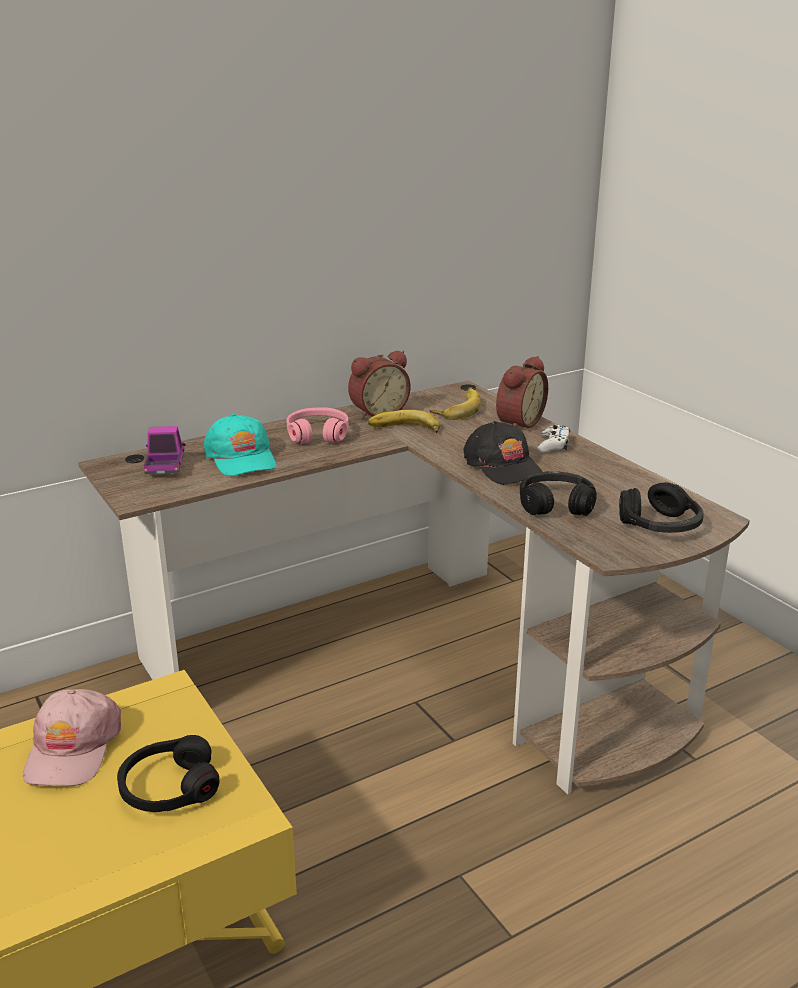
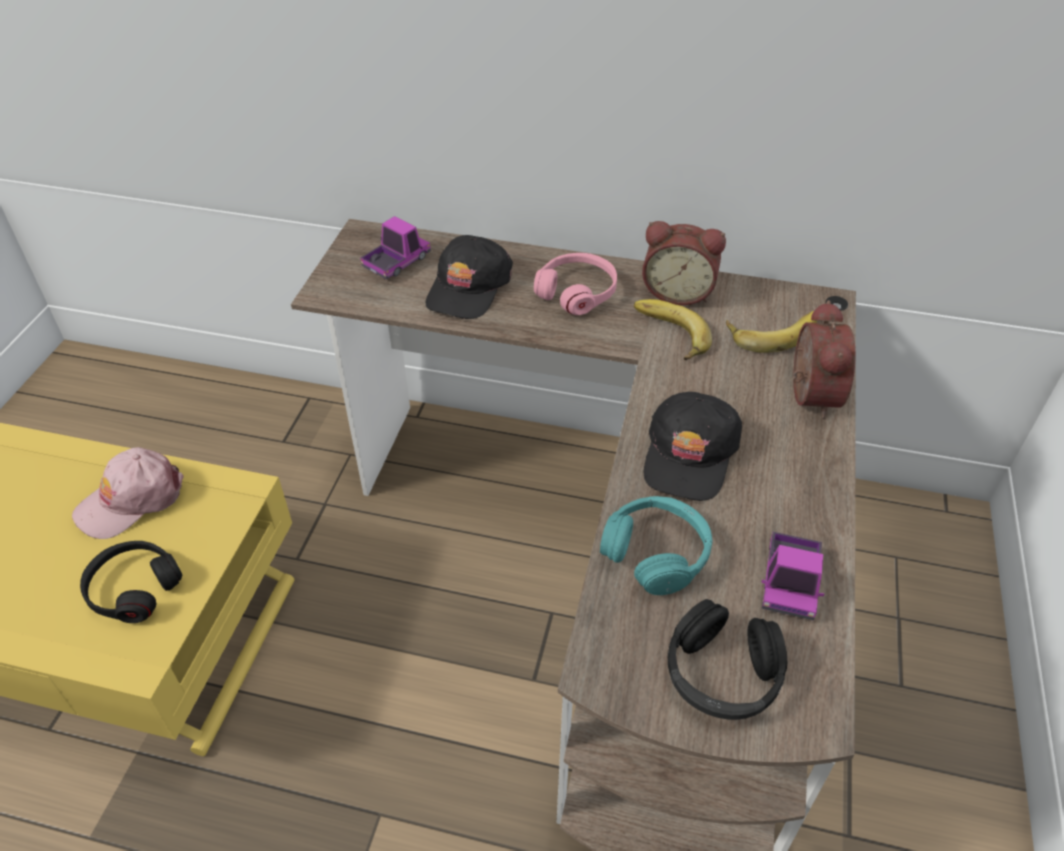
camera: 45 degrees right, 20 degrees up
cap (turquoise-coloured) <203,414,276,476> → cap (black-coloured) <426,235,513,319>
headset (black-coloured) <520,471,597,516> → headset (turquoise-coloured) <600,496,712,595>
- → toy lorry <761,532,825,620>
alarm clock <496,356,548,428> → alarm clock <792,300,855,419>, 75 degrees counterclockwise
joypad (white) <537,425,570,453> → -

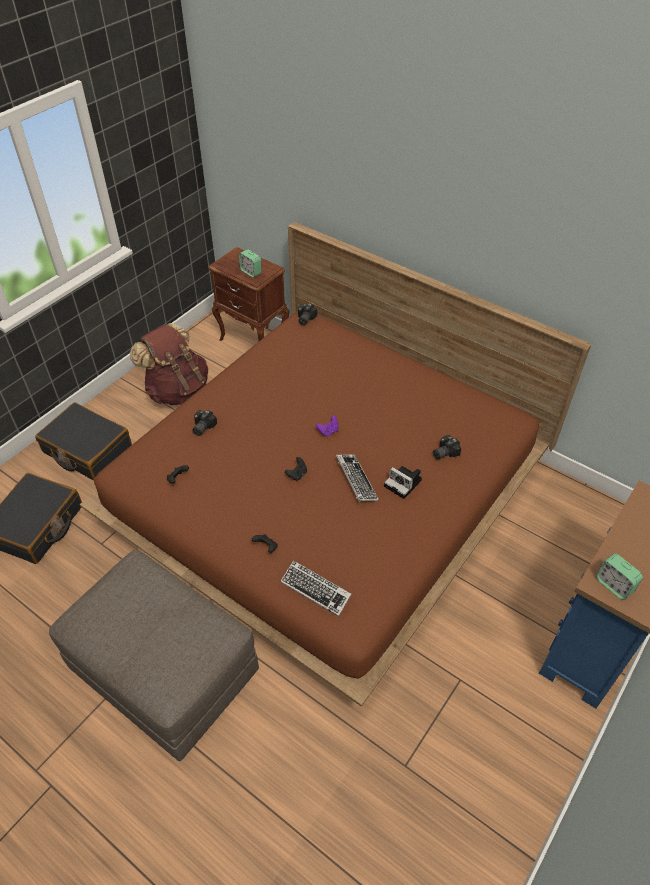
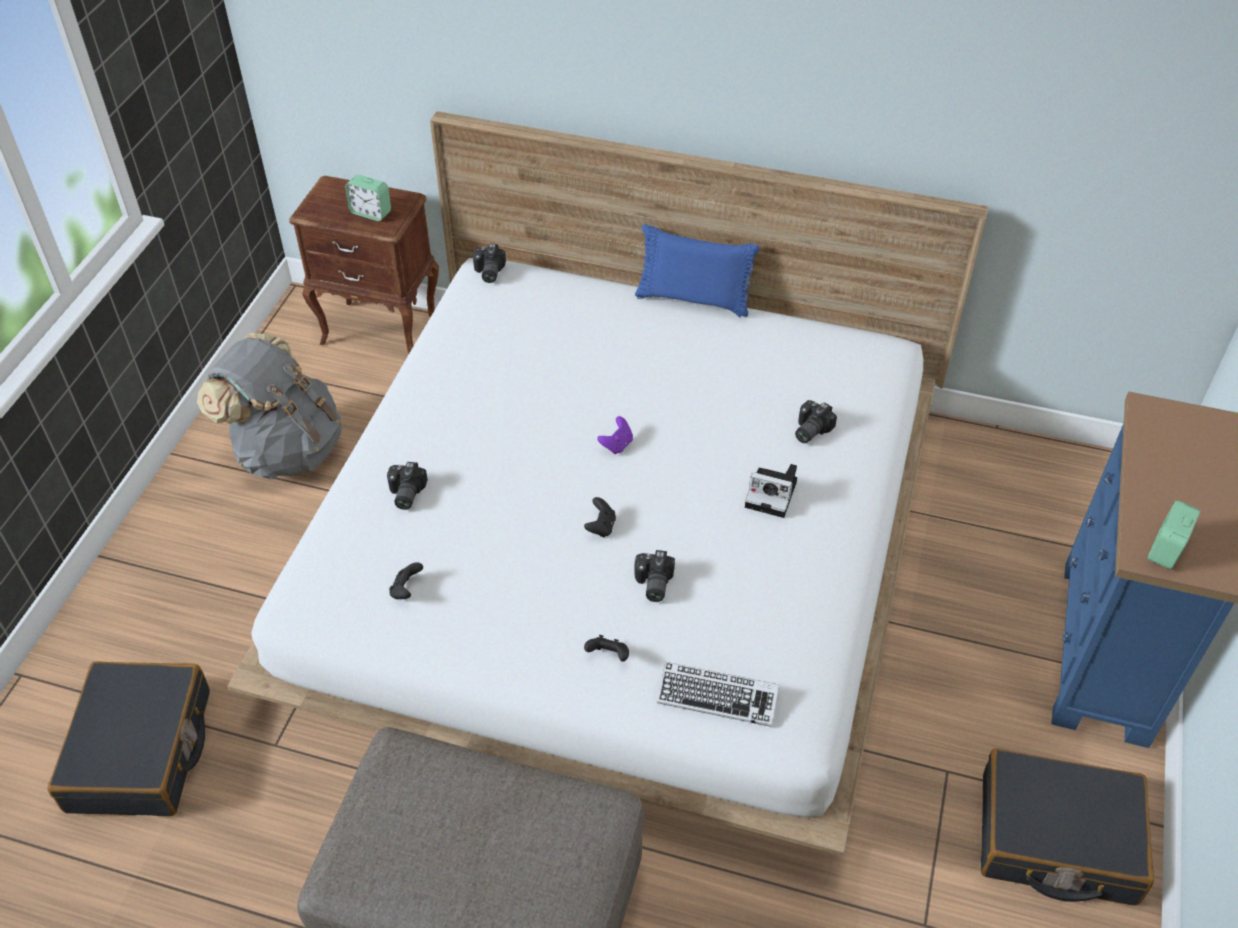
camera: 20 degrees left, 0 degrees up
backpack (brown-coloured) <130,323,208,405> → backpack (grey) <197,333,342,480>
sleeping bed (brown-coloured) <80,222,591,707> → sleeping bed (white) <227,111,988,856>
- → cushion (bluish) <635,224,760,317>
- → photo camera <635,550,675,602>
suitcase (black-coloured) <35,402,132,481> → suitcase (black-coloured) <981,748,1154,906>, shifted
alarm clock <596,554,643,600> → alarm clock <1147,500,1200,569>, 90 degrees clockwise
computer keyboard <336,455,379,502> → -

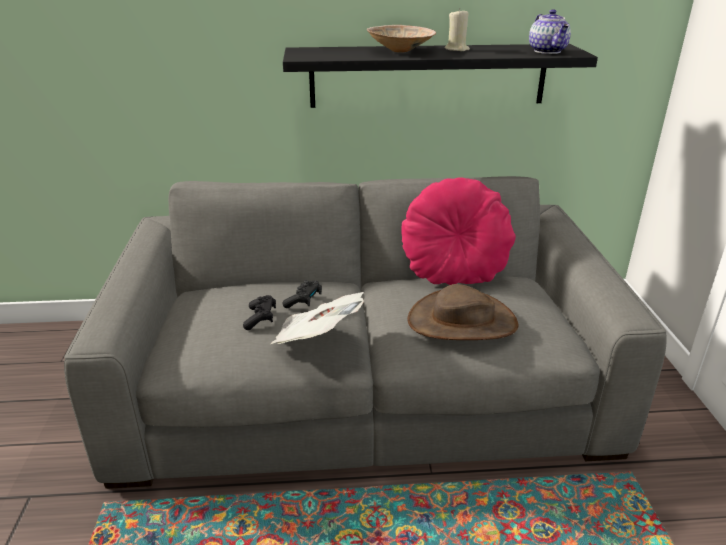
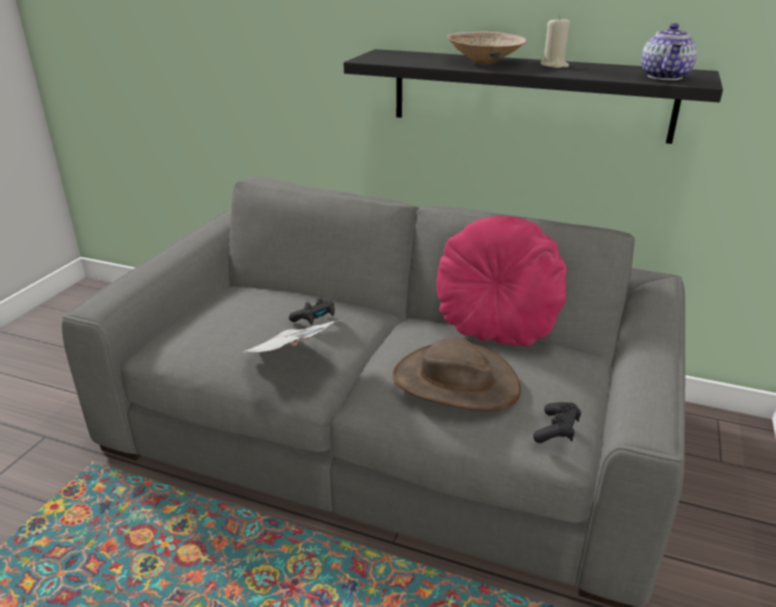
camera: 25 degrees right, 0 degrees up
joypad (black-coloured) <243,295,276,330> → joypad (black-coloured) <533,402,581,443>, shifted

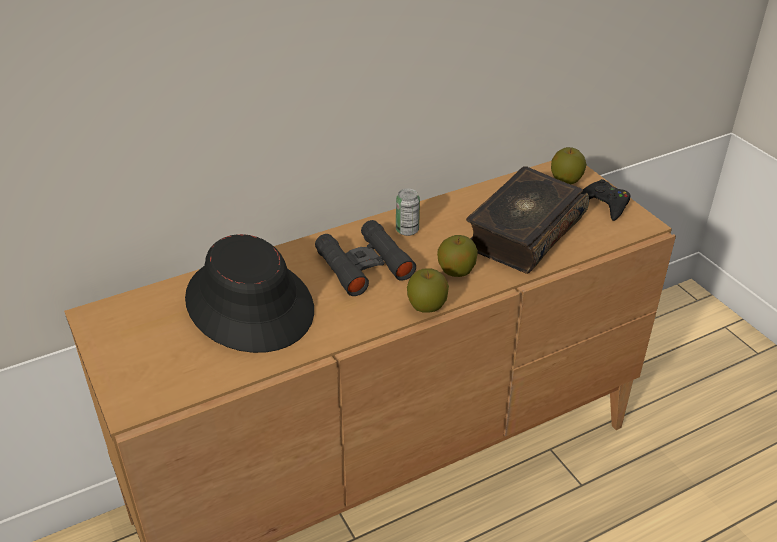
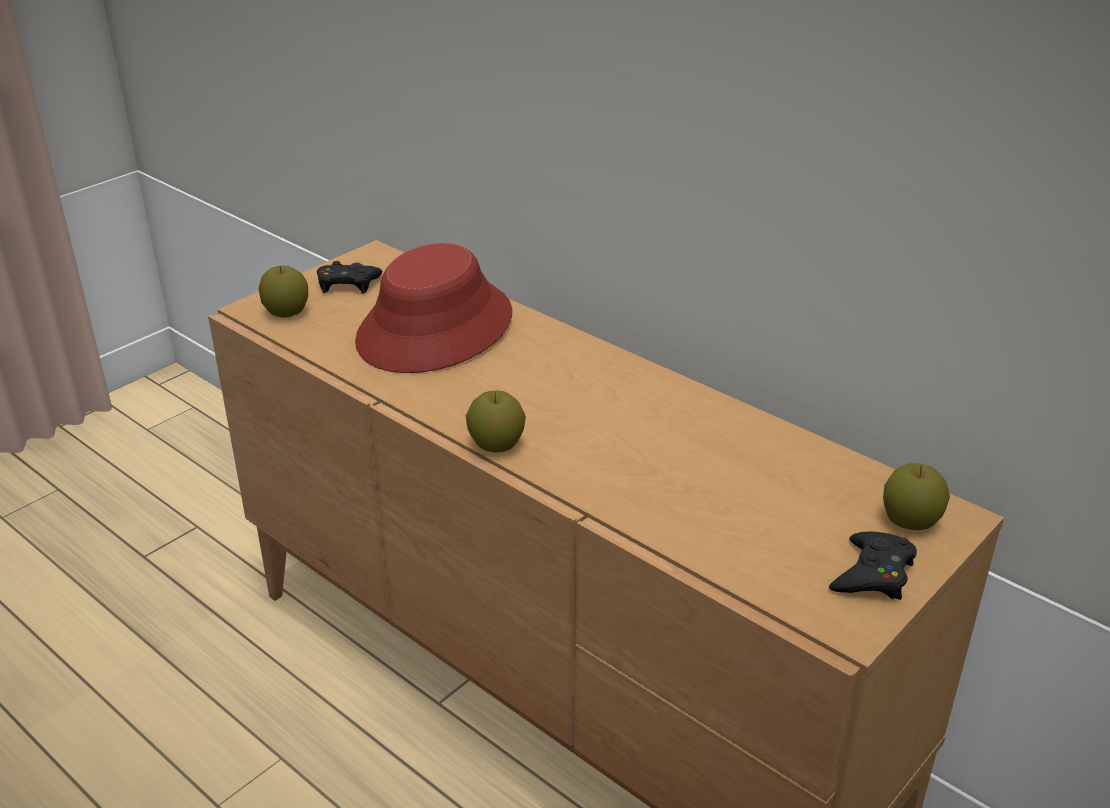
camera: 70 degrees right, 5 degrees down
whole apple <437,235,478,277> → whole apple <259,266,308,318>, shifted
- → joypad (black-coloured) <317,261,382,294>
clothing hat (black-coloured) <185,234,314,353> → clothing hat (red-coloured) <355,243,512,373>
field glasses (black-coloured) <315,220,416,296> → -
sealed can <396,188,420,236> → -
volume <466,166,589,274> → -

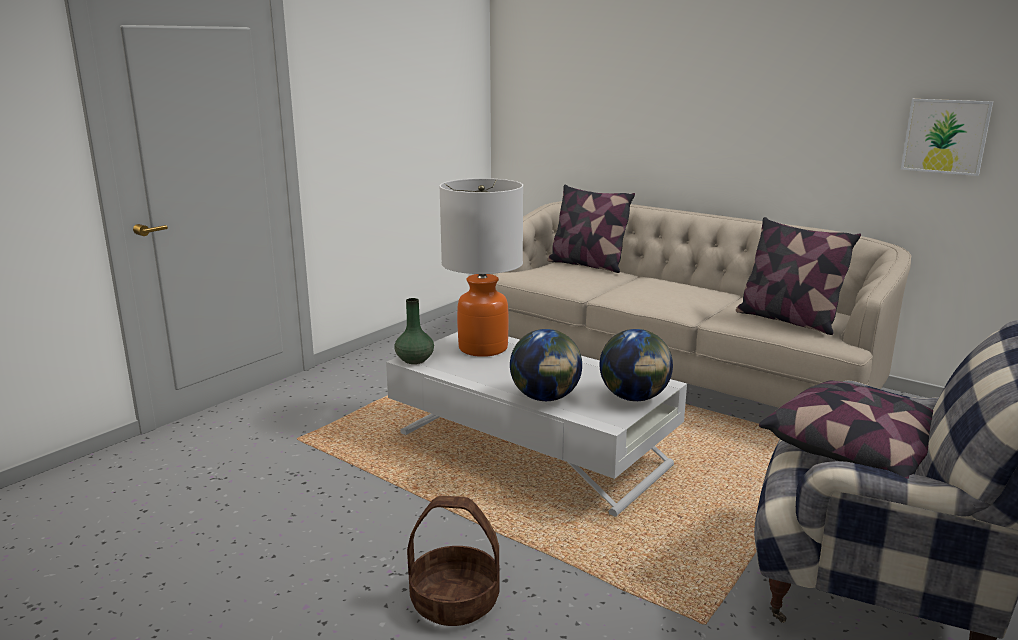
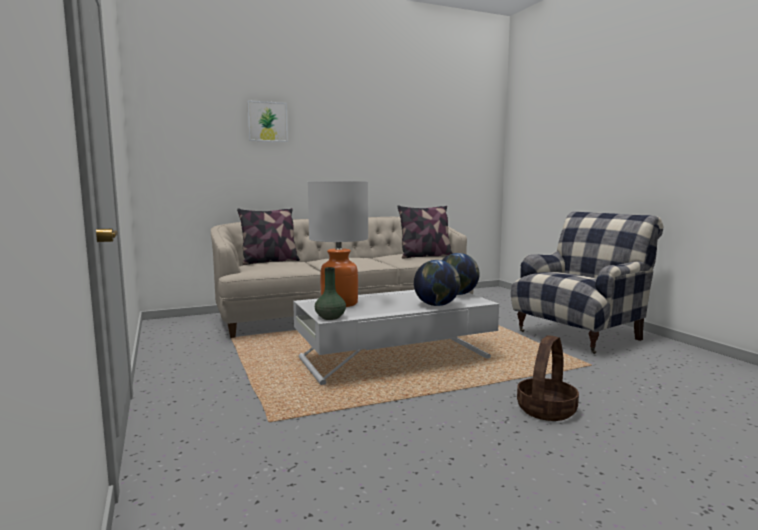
camera: 60 degrees left, 10 degrees down
wall picture <901,99,993,176> → wall picture <247,100,288,142>, shifted
cushion <759,380,933,479> → -

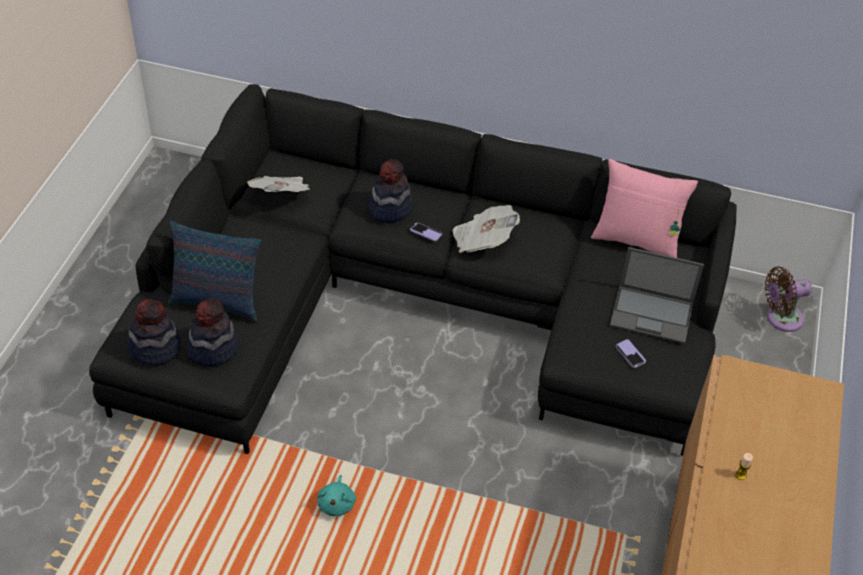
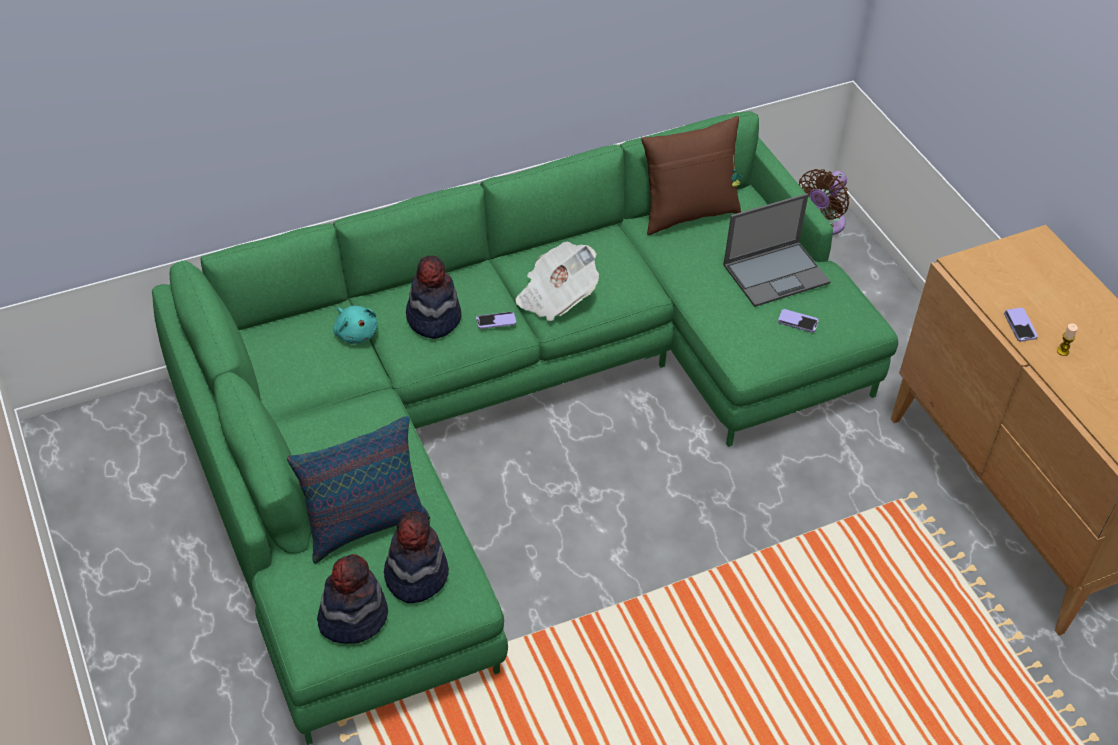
camera: 40 degrees left, 0 degrees up
couch (black-coloured) <89,84,737,456> → couch (green-coloured) <152,111,898,745>
soft toy (turquoise-coloured) <317,475,356,517> → soft toy (turquoise-coloured) <333,306,378,344>, shifted
cushion (pink) <591,159,698,258> → cushion (brown-coloured) <641,116,742,235>
- → phone <1004,308,1038,342>
daily paper <247,176,310,192> → -

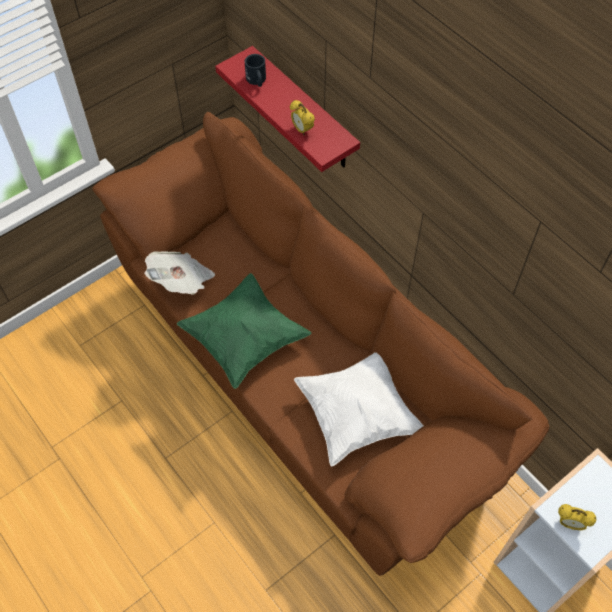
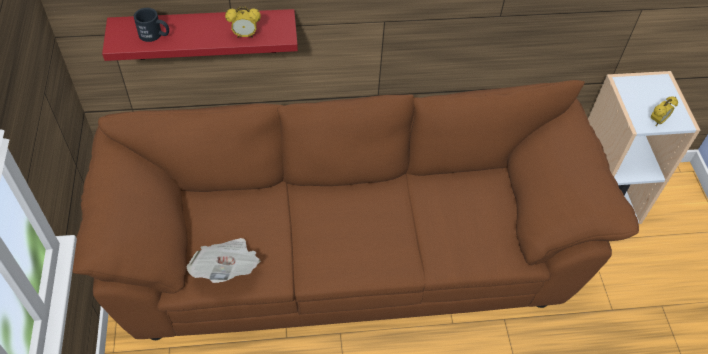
camera: 60 degrees left, 5 degrees down
cushion (green-coloured) <177,273,311,389> → -
cushion (white) <294,353,423,466> → -

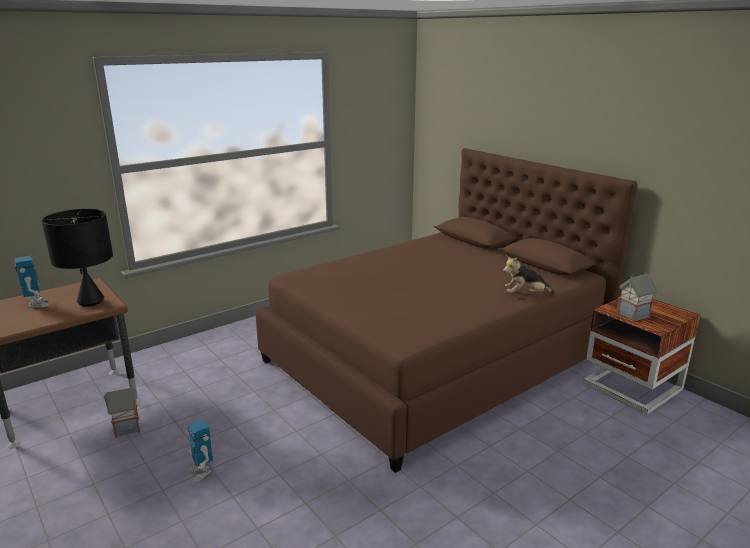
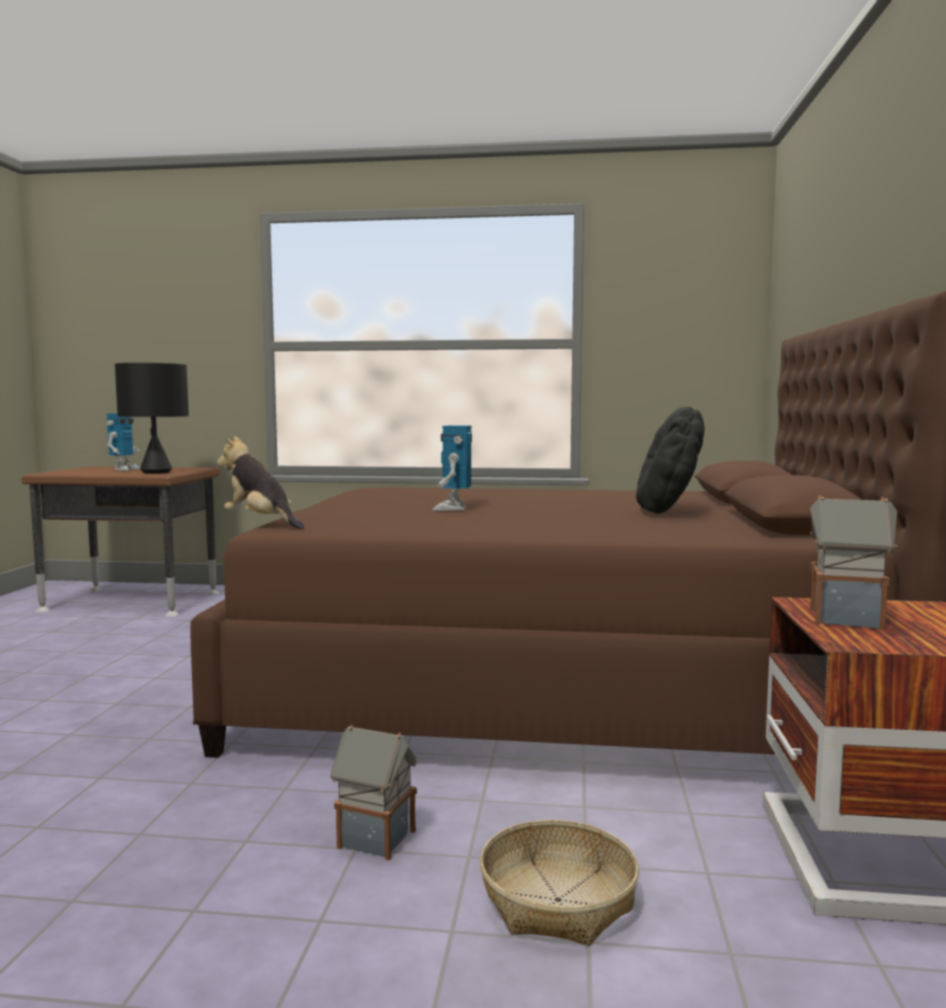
camera: 45 degrees right, 15 degrees down
soft toy <503,255,555,294> → soft toy <217,435,304,529>, shifted
toy house <104,387,140,438> → toy house <330,724,418,860>, shifted
model robot <187,419,213,483> → model robot <433,425,472,511>, shifted
- → household basket <480,820,639,946>
- → cushion (black-coloured) <636,407,704,514>

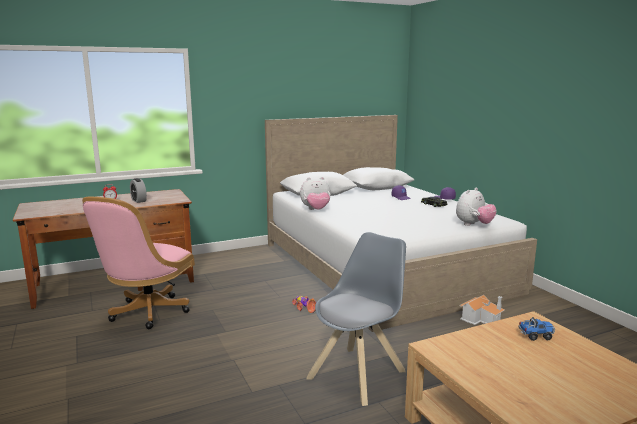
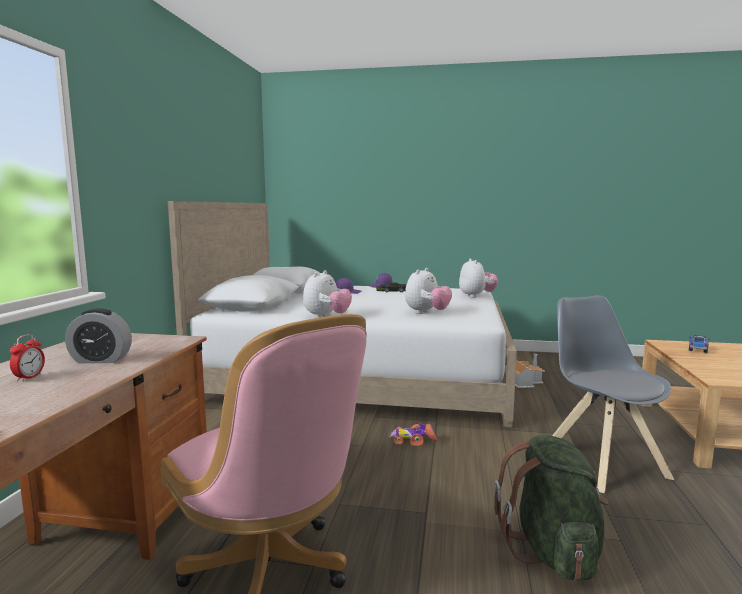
camera: 55 degrees left, 5 degrees down
- → soft toy <405,268,452,314>
- → backpack (green-coloured) <494,435,608,581>

